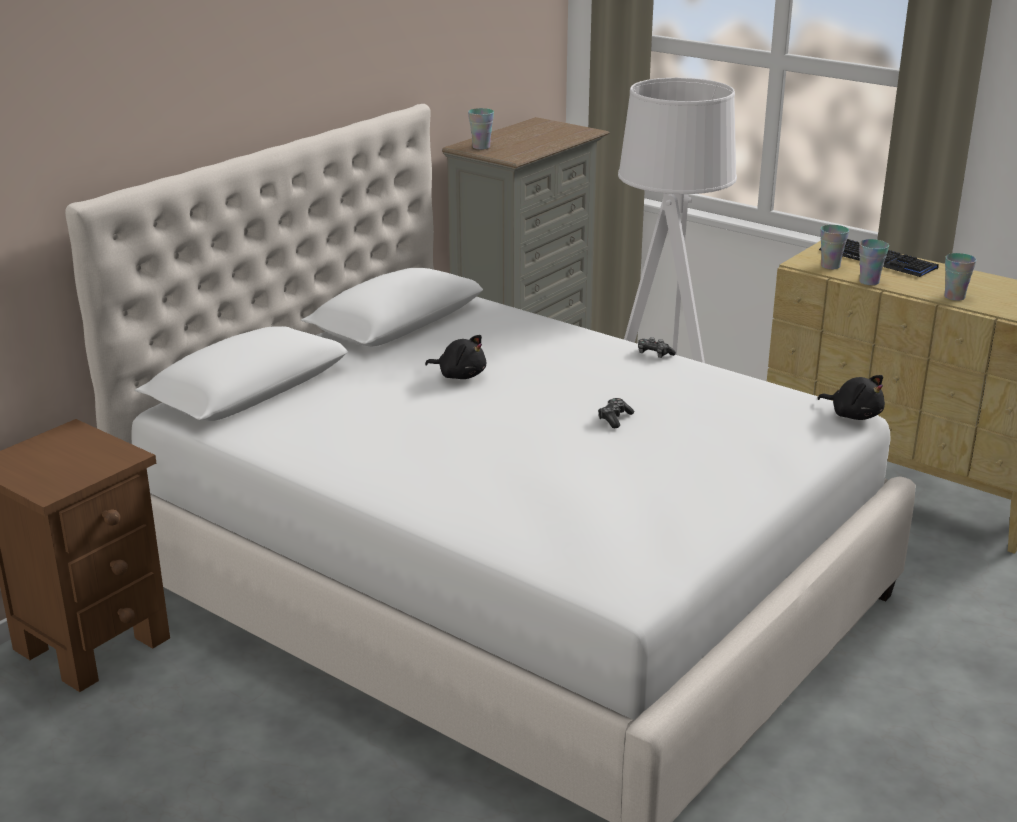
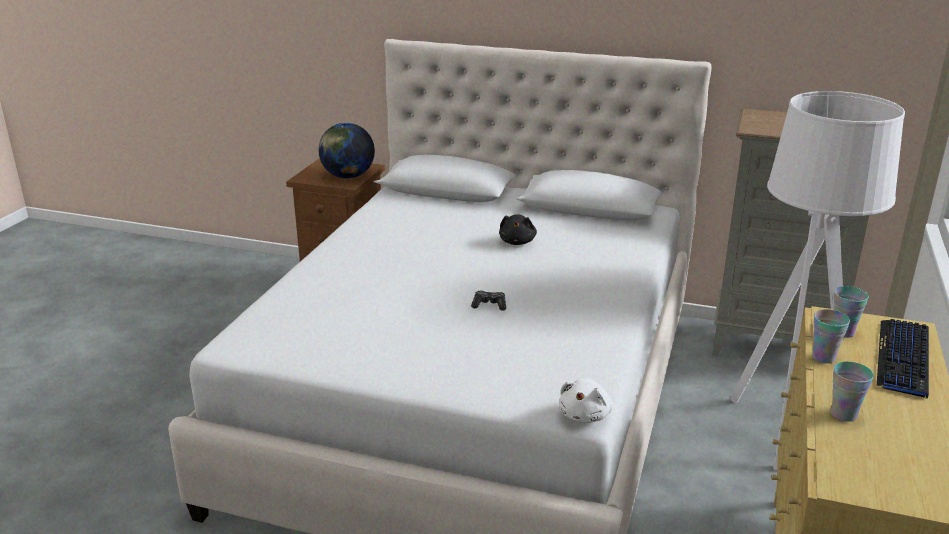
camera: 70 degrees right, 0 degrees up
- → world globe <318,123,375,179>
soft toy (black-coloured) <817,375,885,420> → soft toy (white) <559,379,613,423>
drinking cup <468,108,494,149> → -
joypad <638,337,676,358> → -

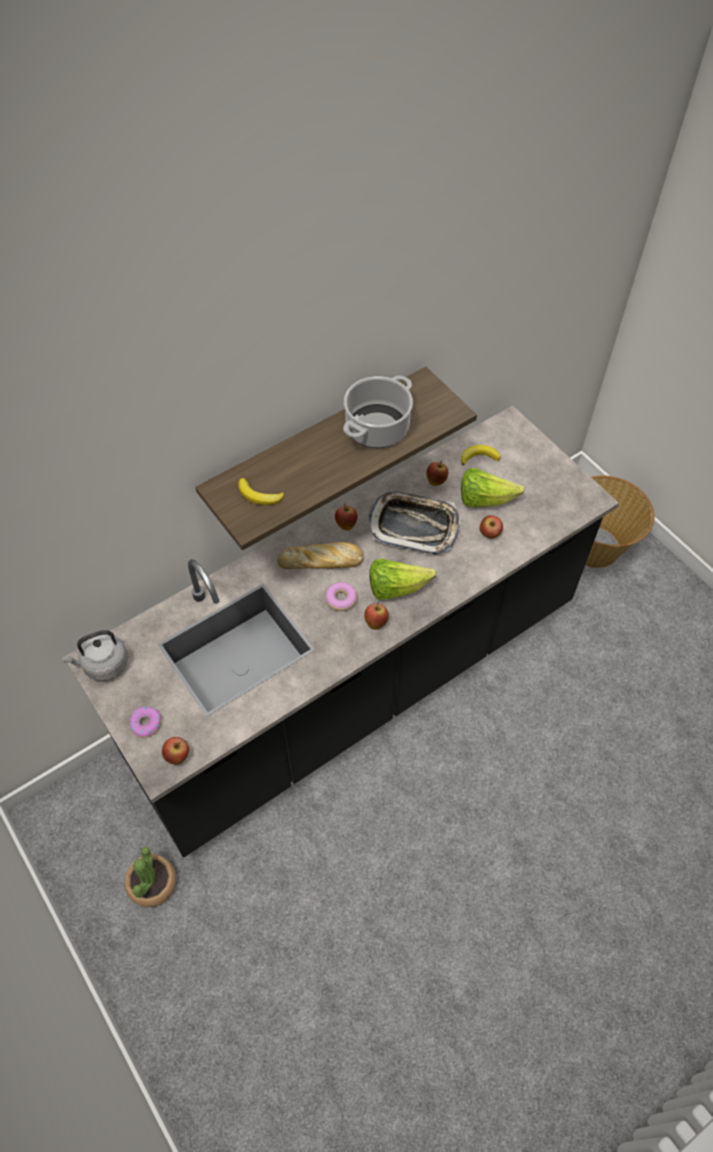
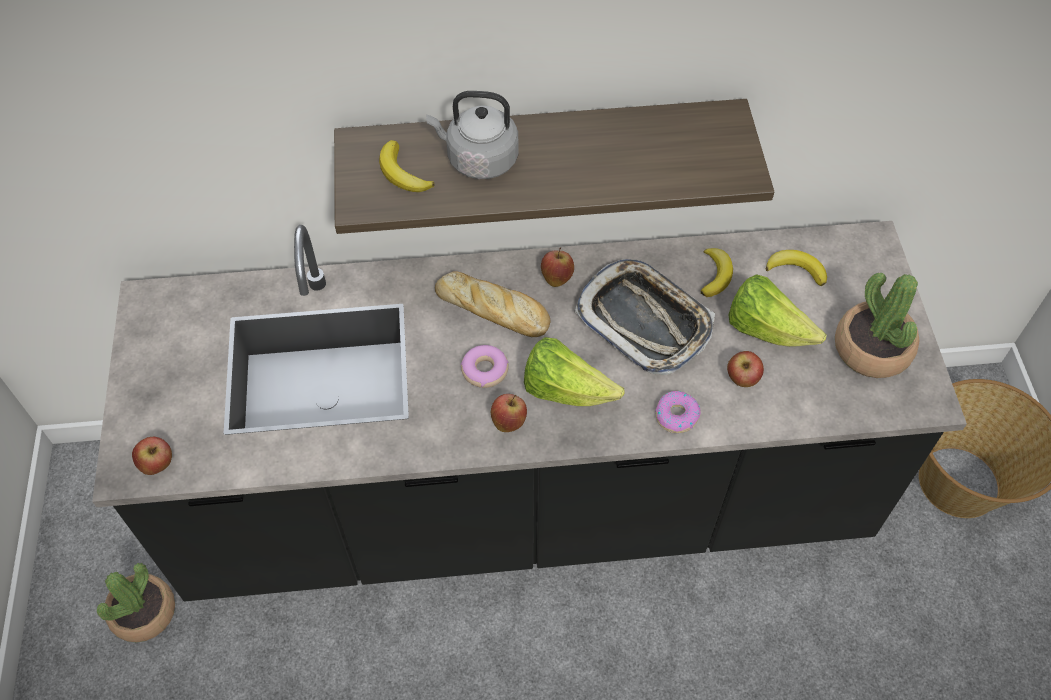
camera: 30 degrees right, 0 degrees up
water kettle (grey) <62,630,128,681> → water kettle (grey) <426,91,519,179>, shifted
donut <130,706,161,738> → donut <655,391,701,433>, shifted
whole apple <426,461,448,486> → whole banana <701,248,733,297>
- → houseplant <835,273,920,378>
cooking pot <343,376,413,448> → -

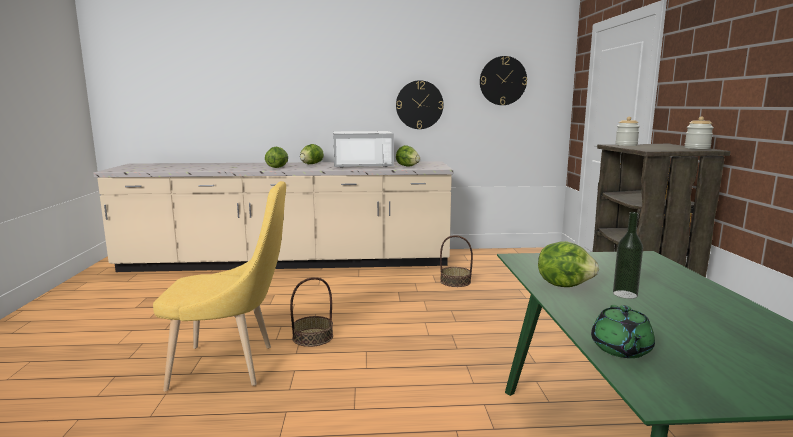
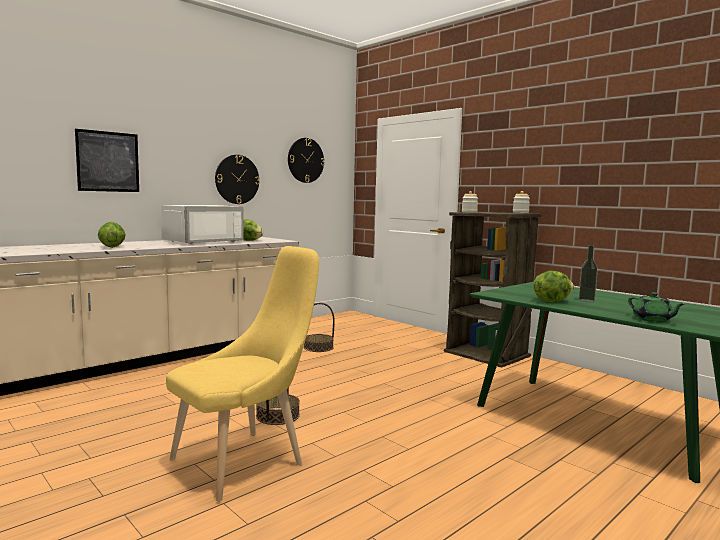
camera: 40 degrees left, 5 degrees down
- → wall picture <75,129,139,192>
head of lettuce <300,144,324,164> → -

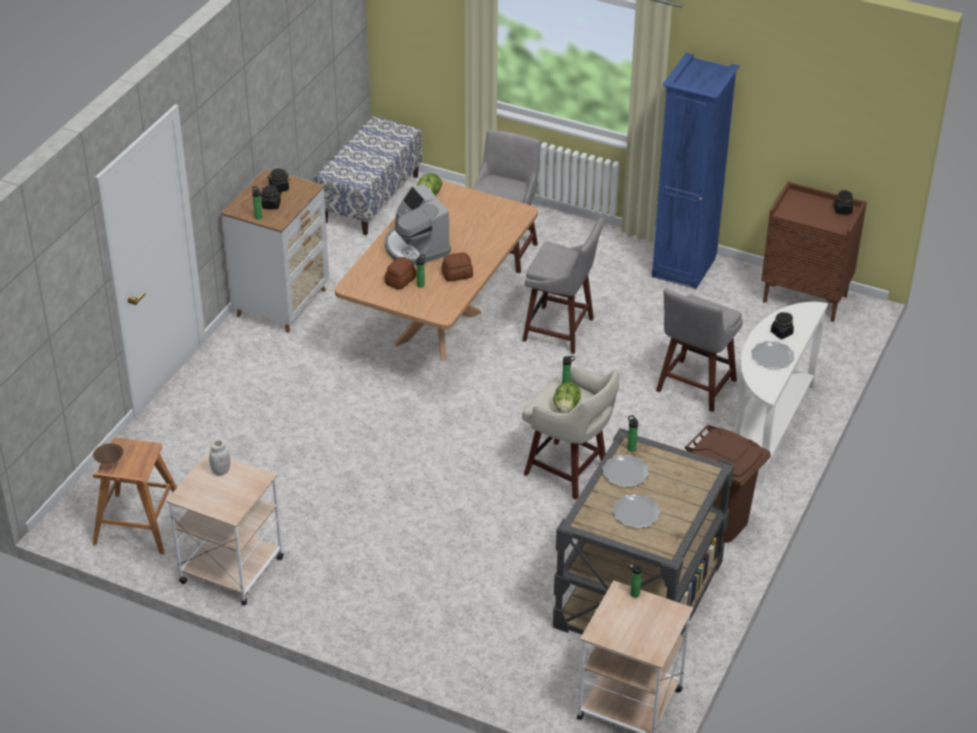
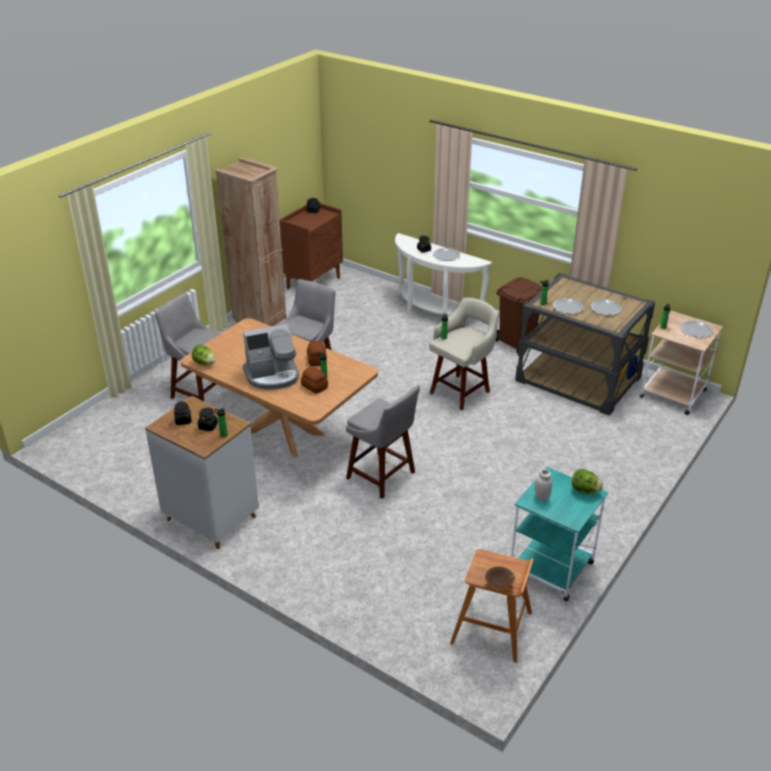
camera: 80 degrees left, 5 degrees down
cabinet (bluish) <652,53,740,289> → cabinet (brown-coloured) <214,157,287,327>
plain chair (grey) <656,289,743,412> → plain chair (grey) <346,385,420,499>, shifted
wheeled cart (beige) <166,451,284,605> → wheeled cart (turquoise-coloured) <511,467,608,602>
head of lettuce <553,382,581,413> → head of lettuce <572,469,603,494>, shifted
- → flat dish <681,321,713,337>
long seat <315,116,423,235> → -

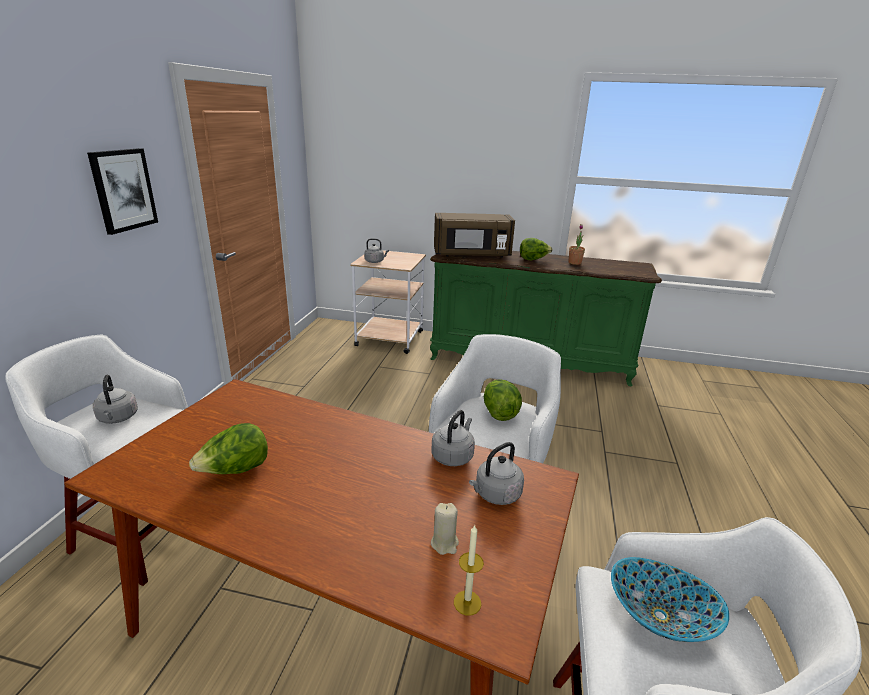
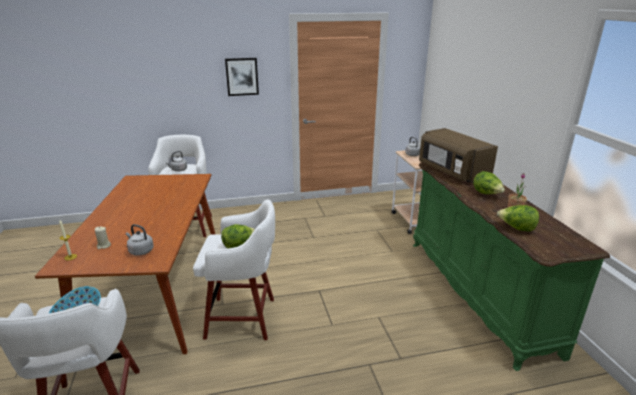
camera: 65 degrees right, 0 degrees up
head of lettuce <189,423,268,474> → head of lettuce <497,205,539,232>, shifted
water kettle (grey) <432,410,475,466> → -

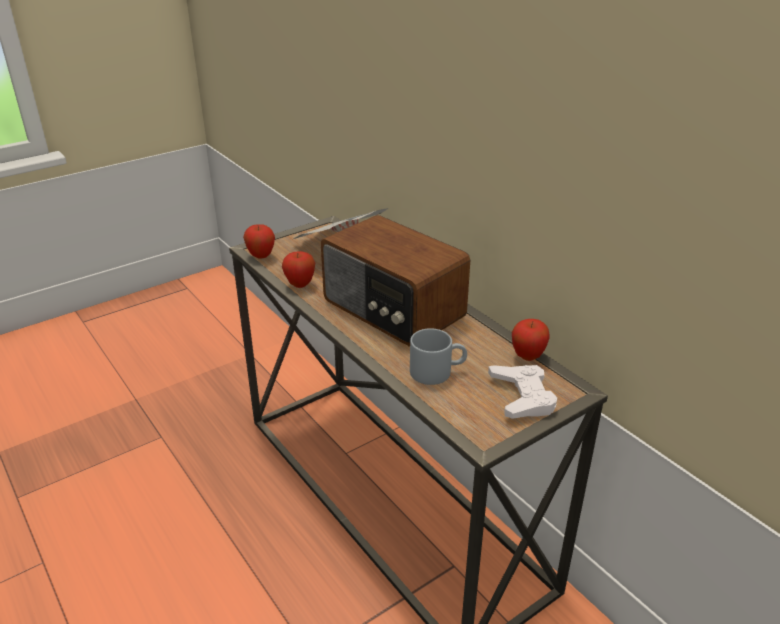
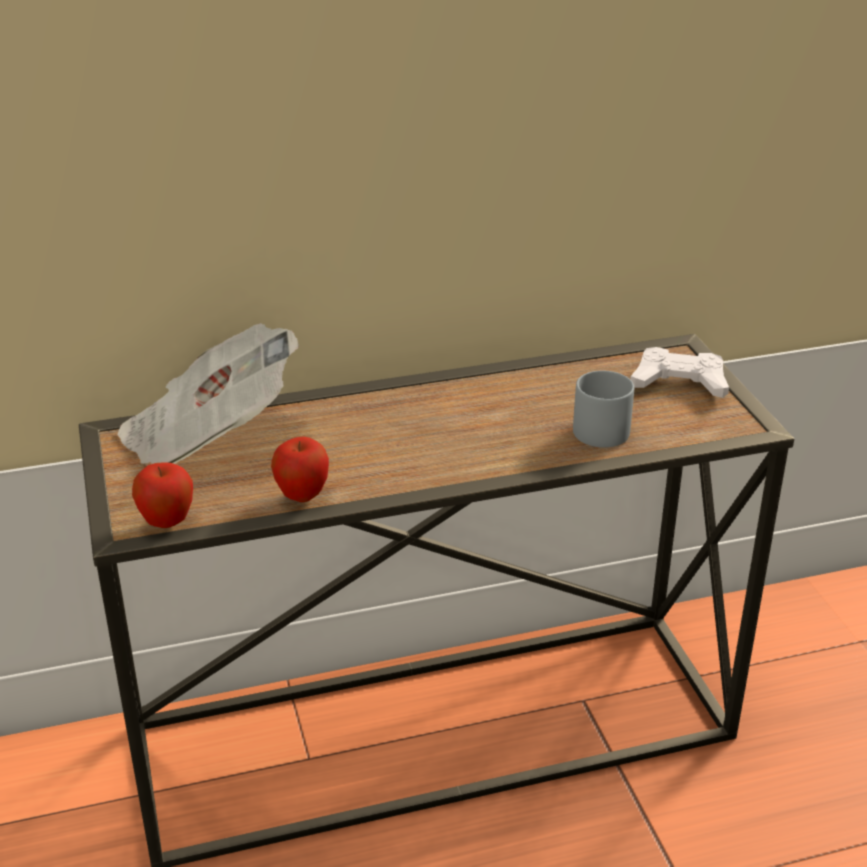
camera: 70 degrees left, 0 degrees up
radio <321,215,470,347> → -
whole apple <512,319,549,361> → -

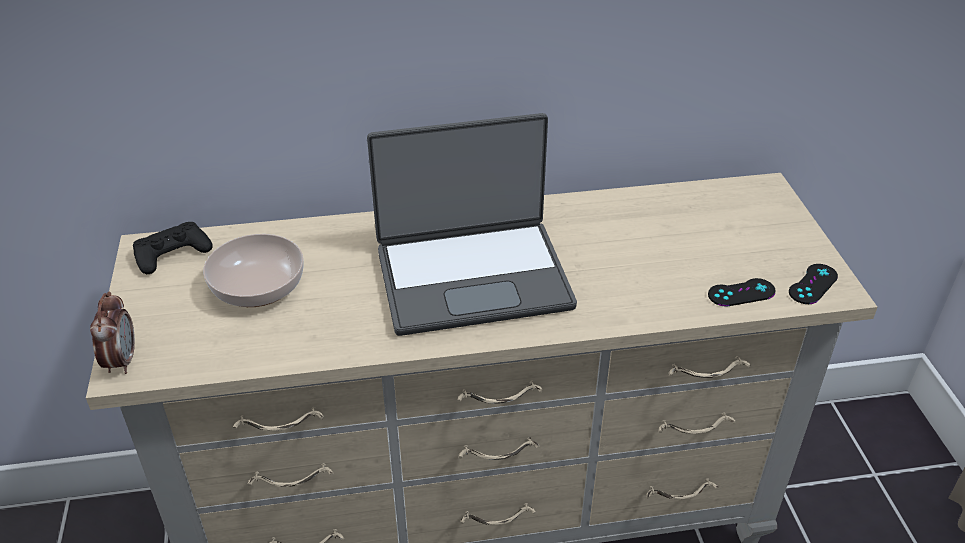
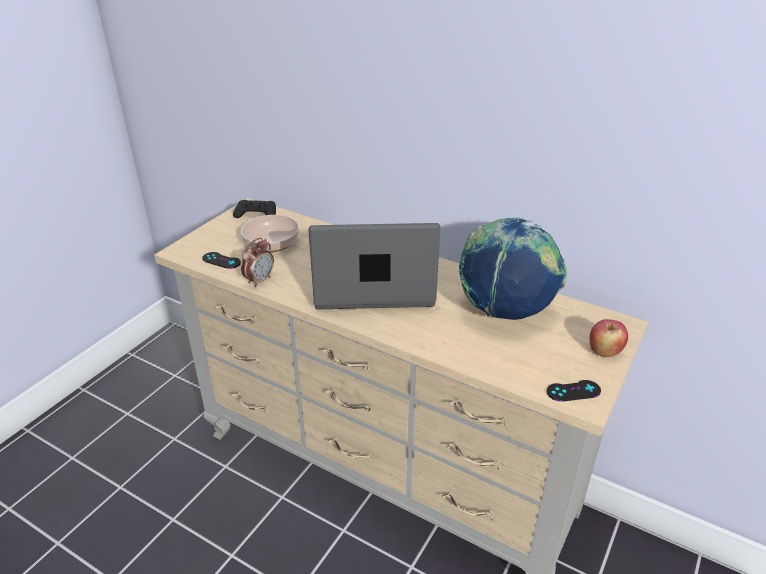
camera: 40 degrees right, 5 degrees down
joypad (black-coloured) <708,278,776,307> → joypad (black-coloured) <202,252,241,269>, shifted
alarm clock <90,291,135,374> → alarm clock <241,238,274,287>, shifted
laptop <367,113,577,336> → laptop <308,223,440,309>, 150 degrees clockwise
- → world globe <459,218,567,320>
- → whole apple <589,319,628,357>

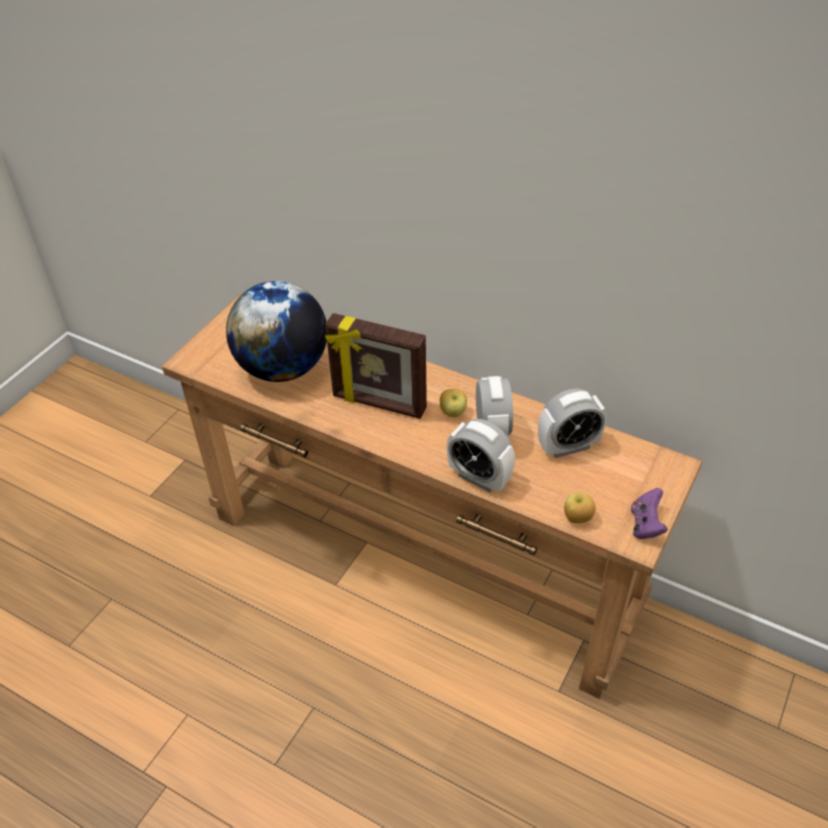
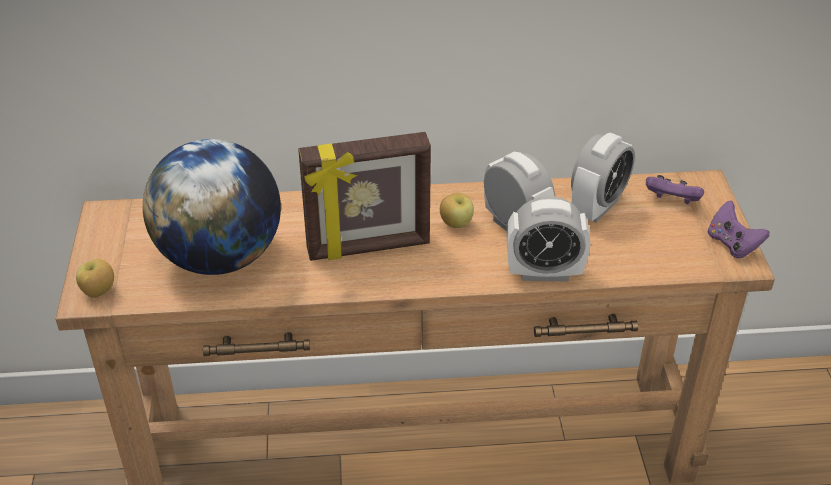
camera: 35 degrees left, 5 degrees down
whole apple <564,493,596,523> → whole apple <76,259,114,298>, shifted
- → joypad (purple) <646,175,704,204>

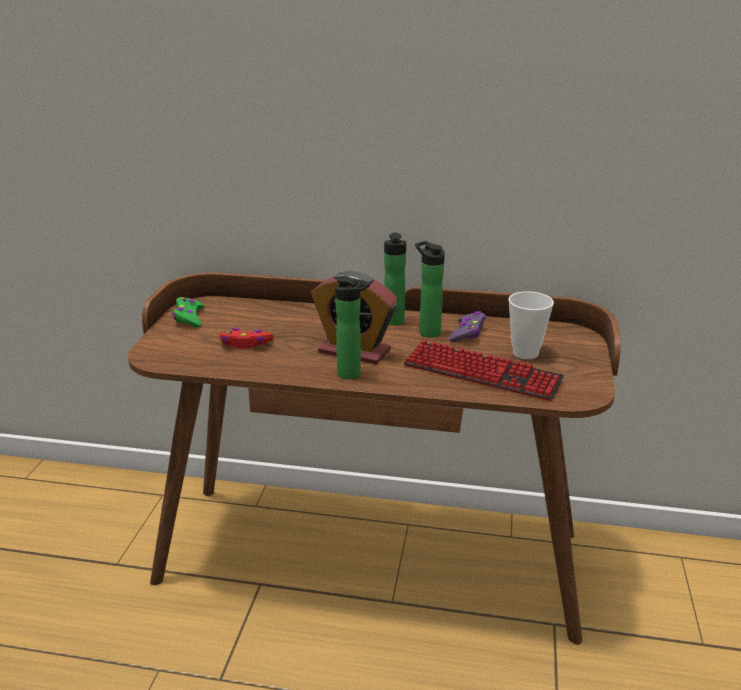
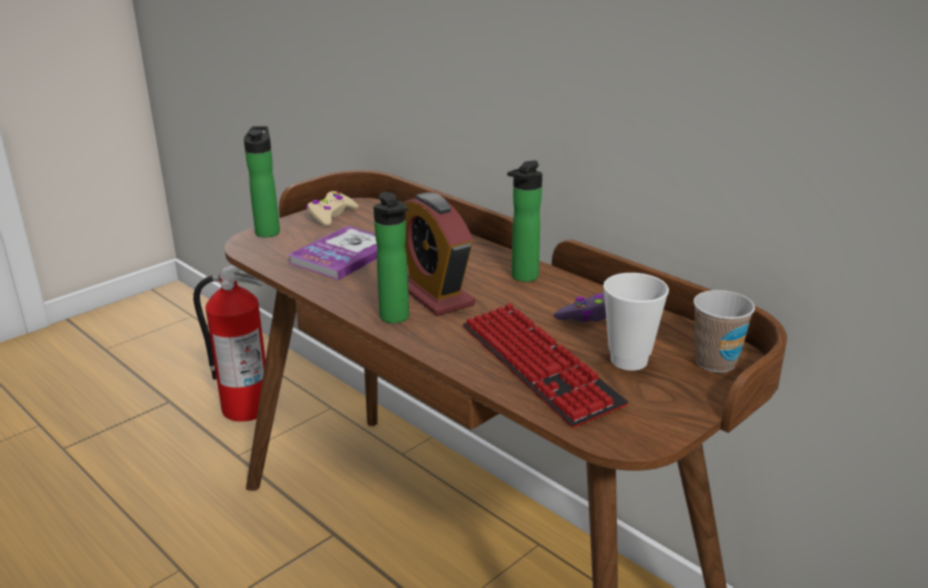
camera: 35 degrees right, 0 degrees up
- → extinguisher <193,265,266,422>
bottle <415,241,445,338> → bottle <244,126,280,237>, shifted
joypad (red-coloured) <219,328,274,349> → volume <288,226,377,280>
joypad (green-coloured) <172,297,204,328> → joypad (beige) <306,191,359,227>
- → drinking cup <693,290,755,373>

